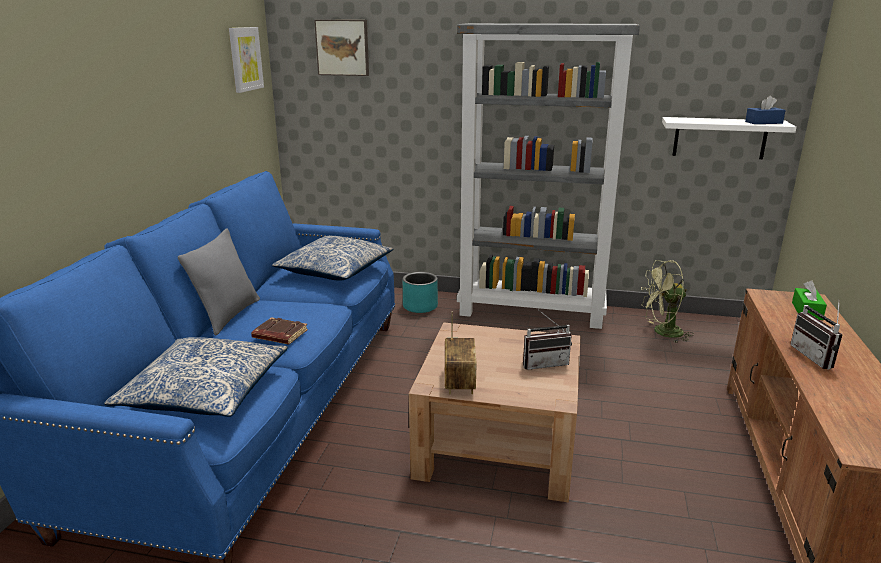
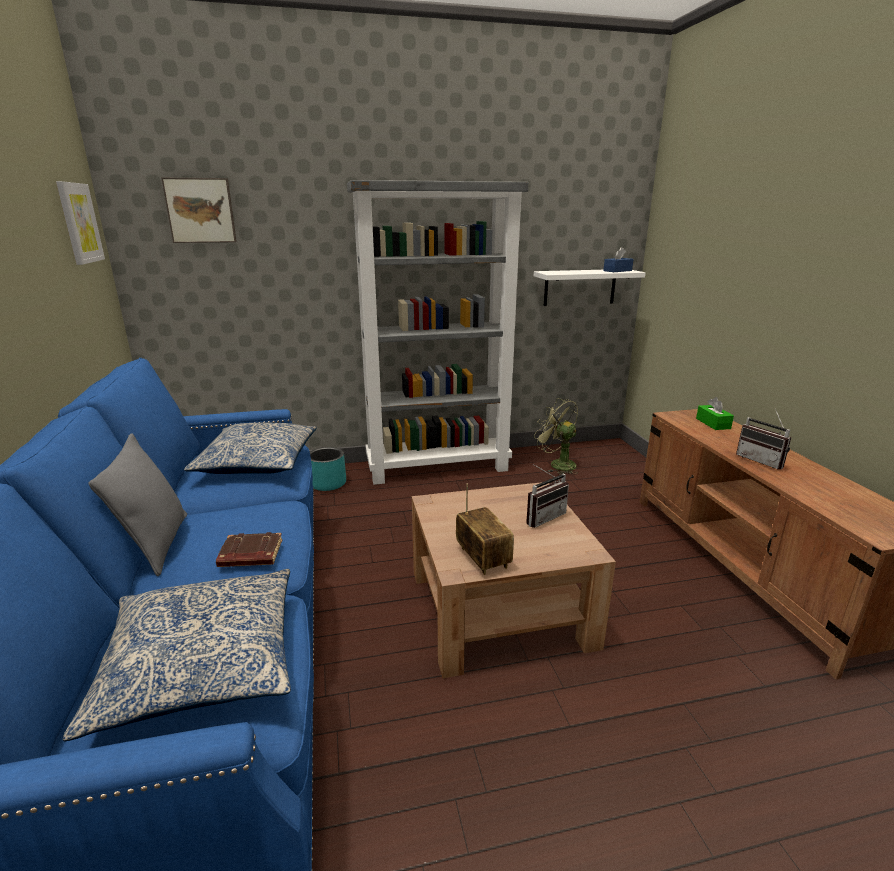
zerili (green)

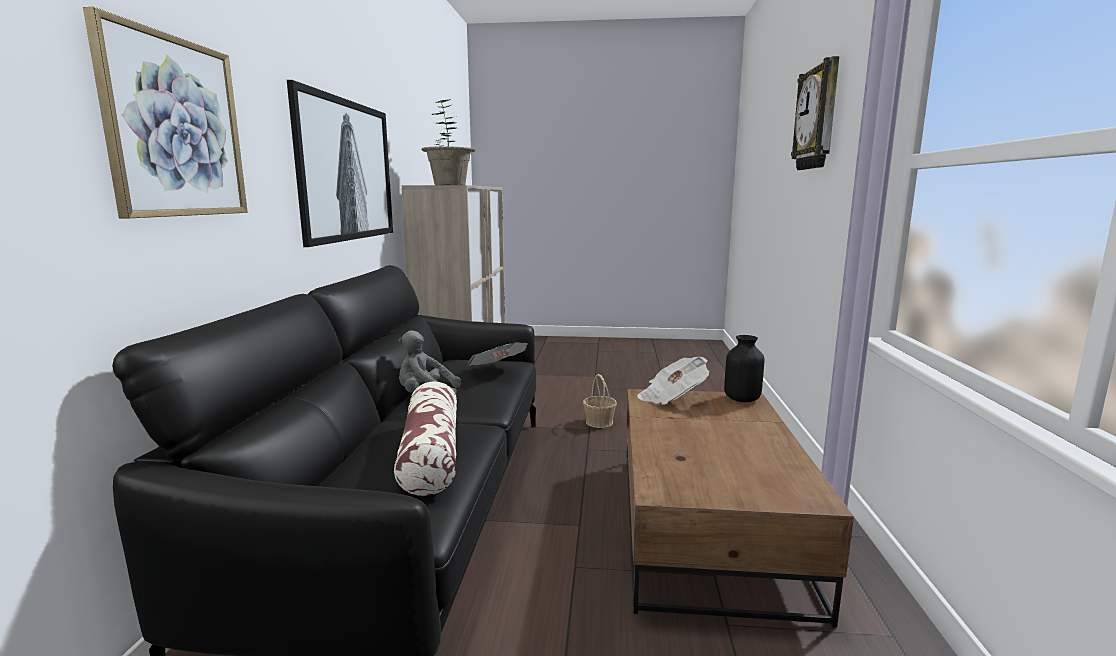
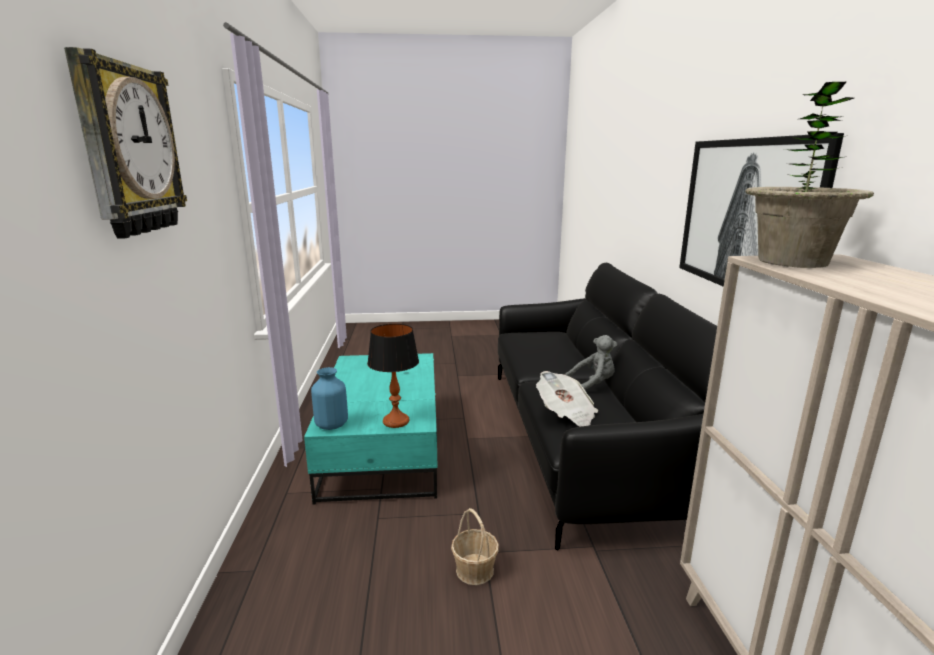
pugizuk (1st from left in the first image); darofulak; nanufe; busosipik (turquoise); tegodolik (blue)

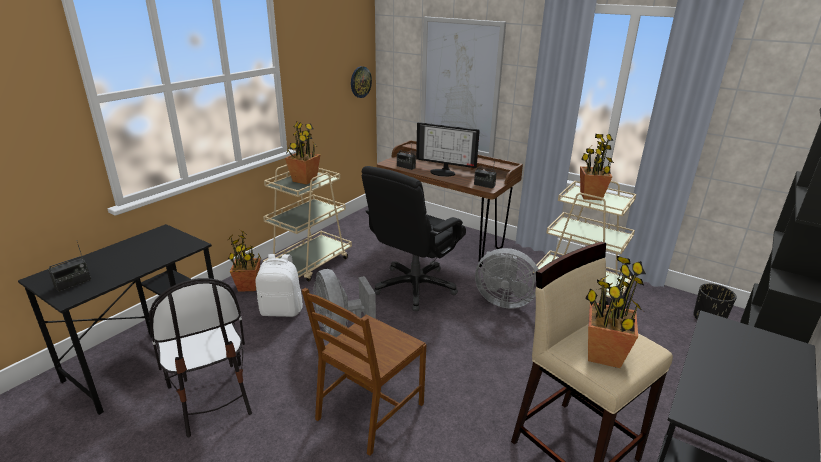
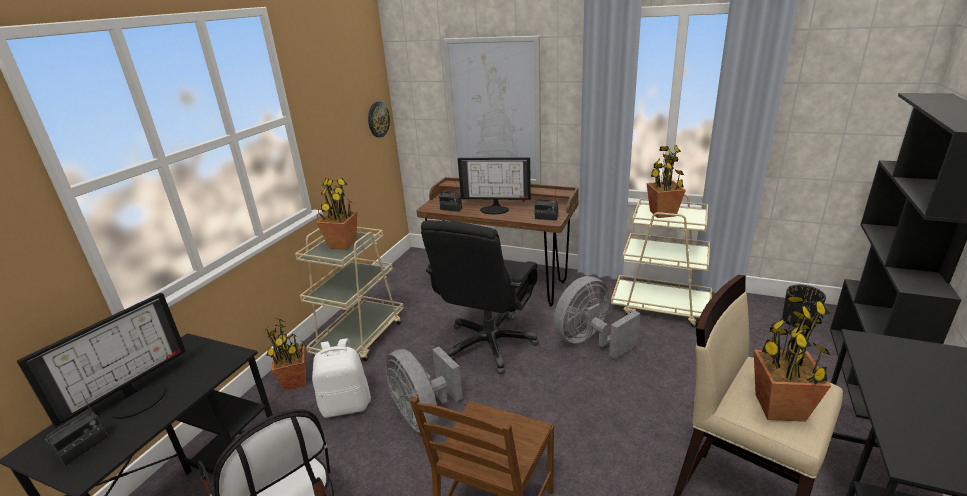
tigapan (1st from left); zerili (grey) (2nd from left)

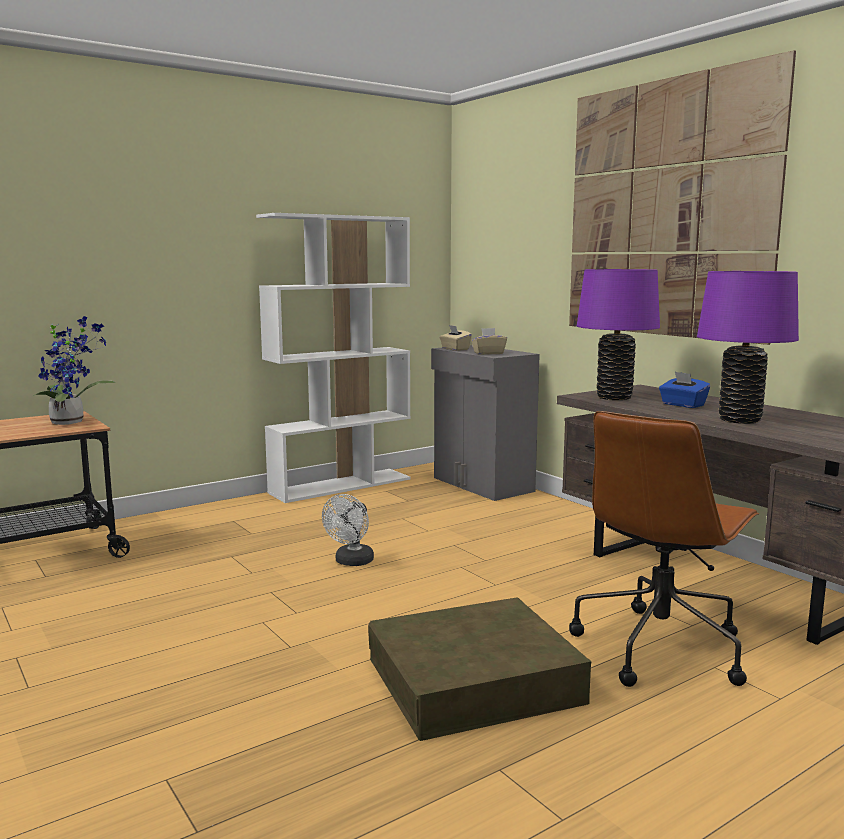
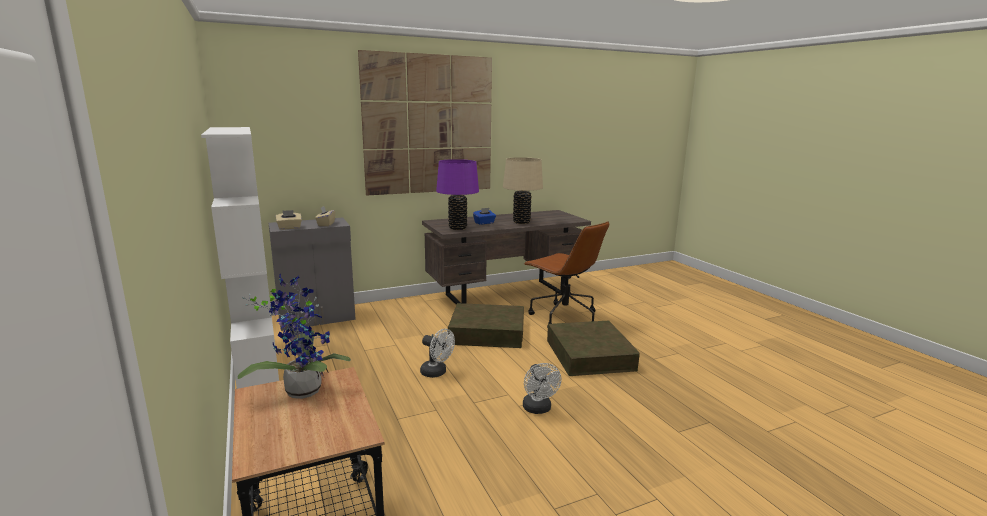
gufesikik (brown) (1st from left); zerili (white) (2nd from left); nanufe (beige)

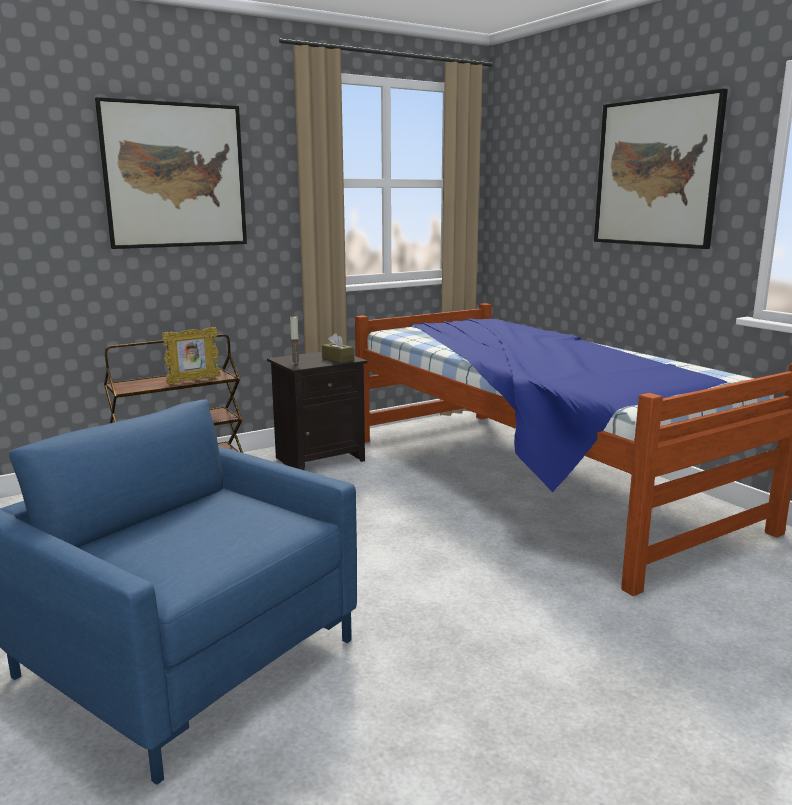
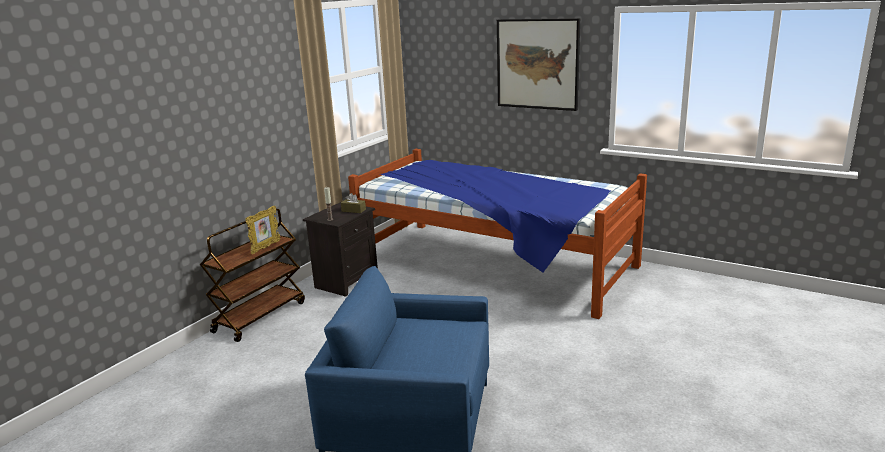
pugizuk (1st from left in the first image)

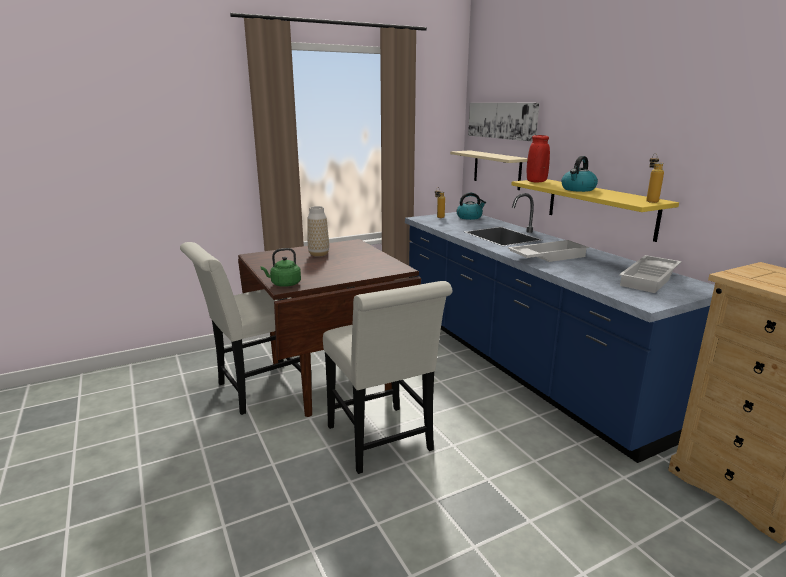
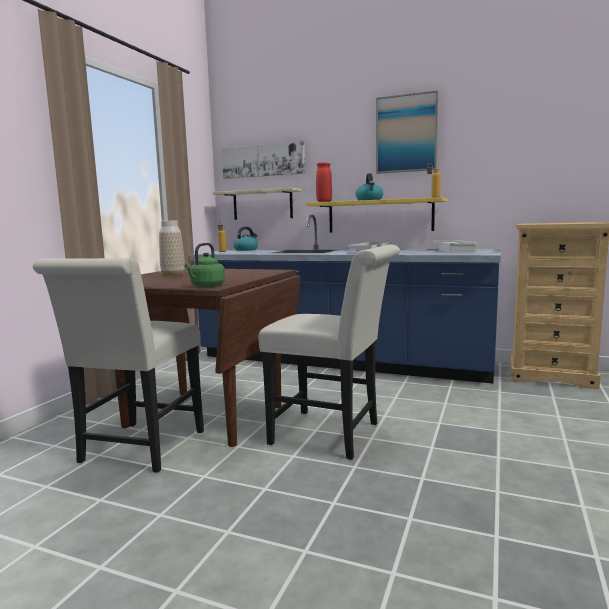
pugizuk (2nd from left)

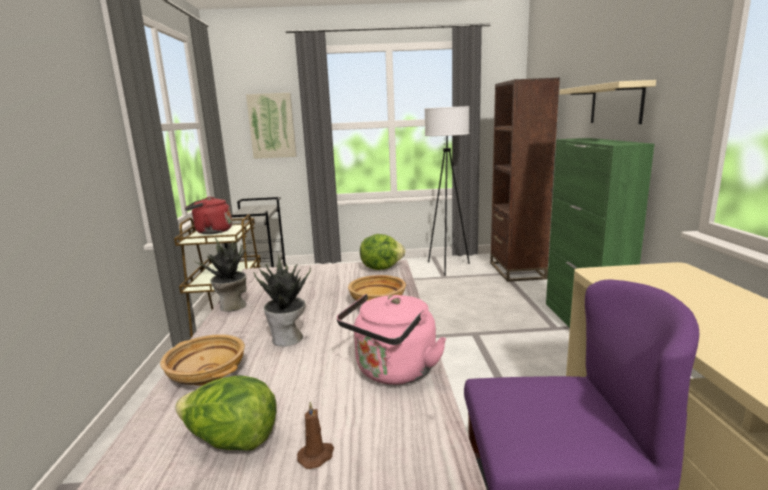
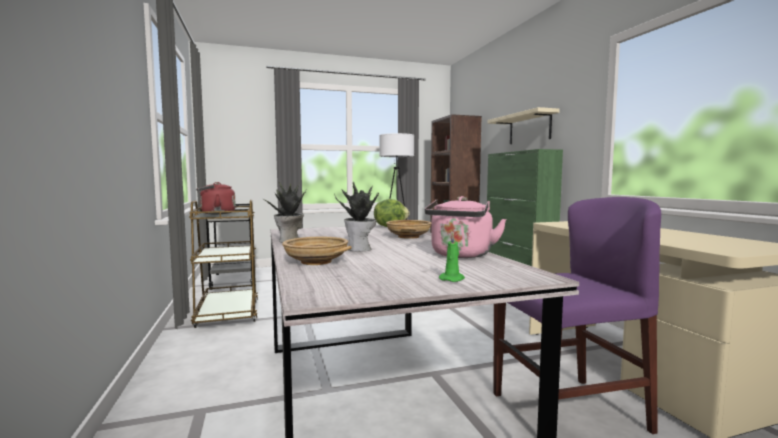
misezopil (1st from left in the first image); pugizuk; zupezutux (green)

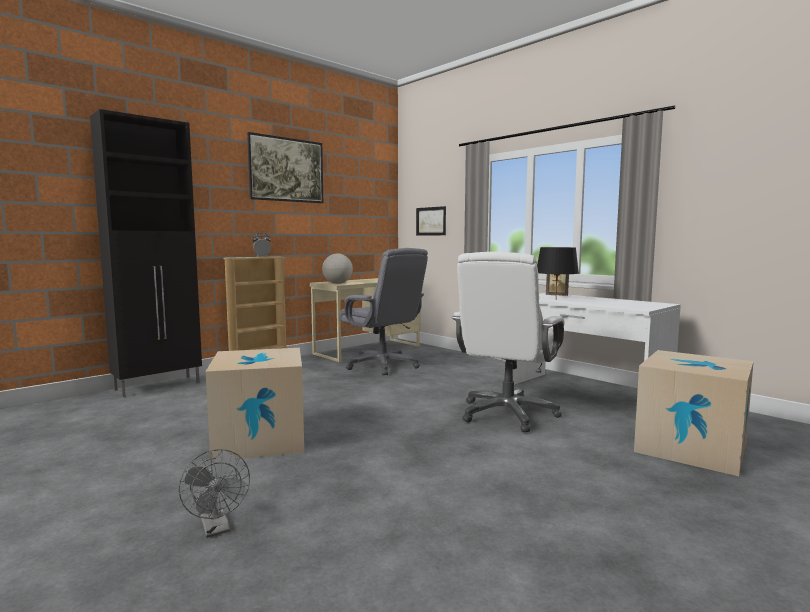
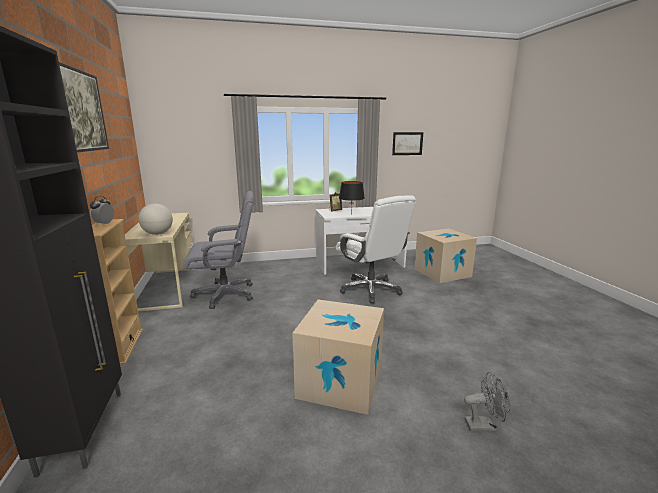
pugizuk (2nd from left)

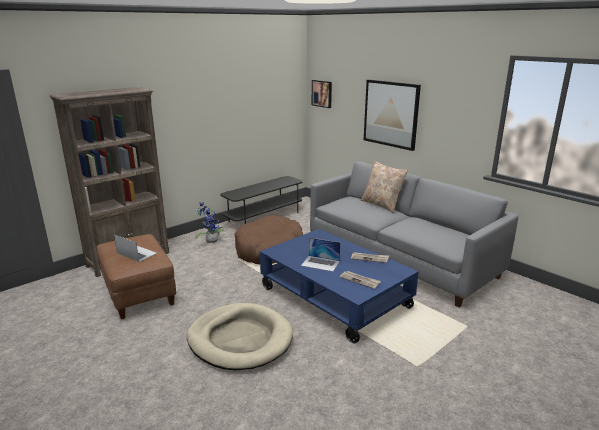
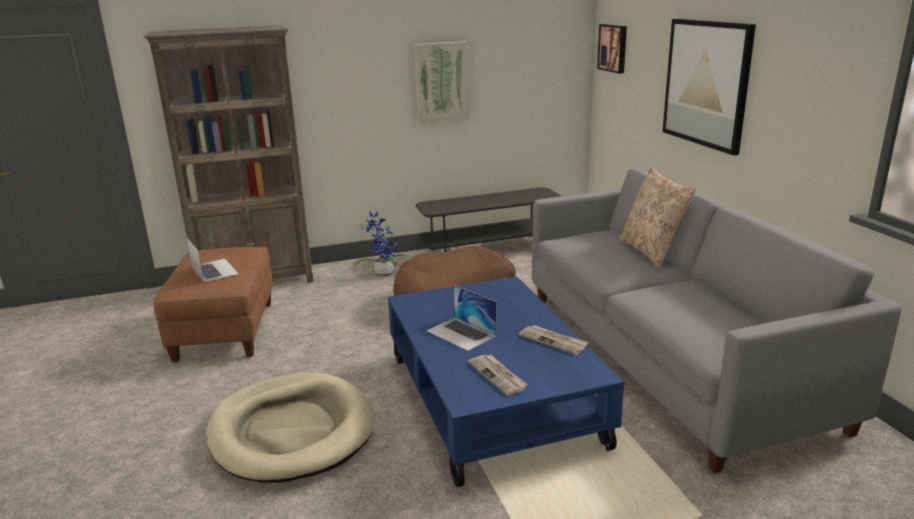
pugizuk (1st from left)

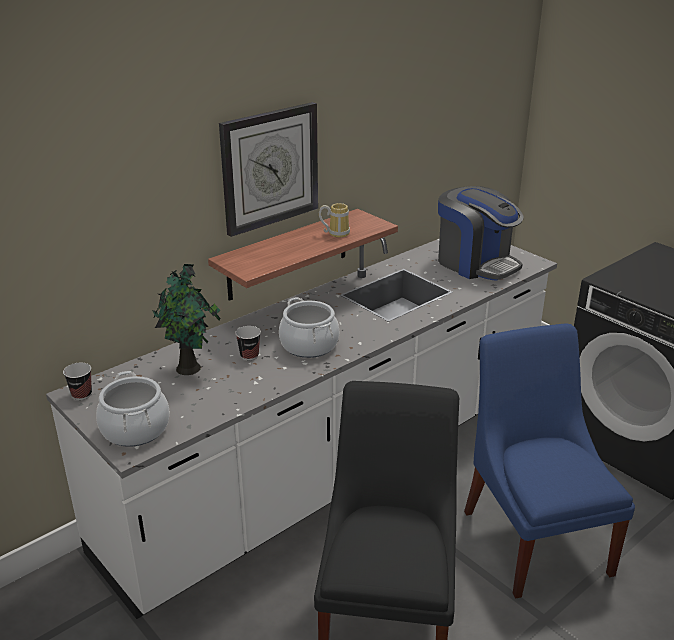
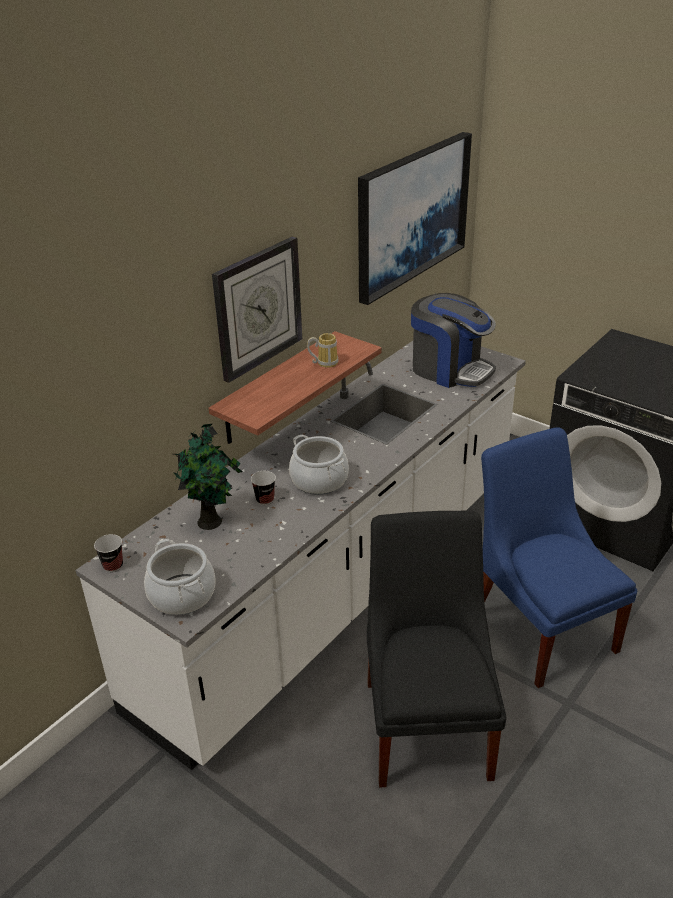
pugizuk

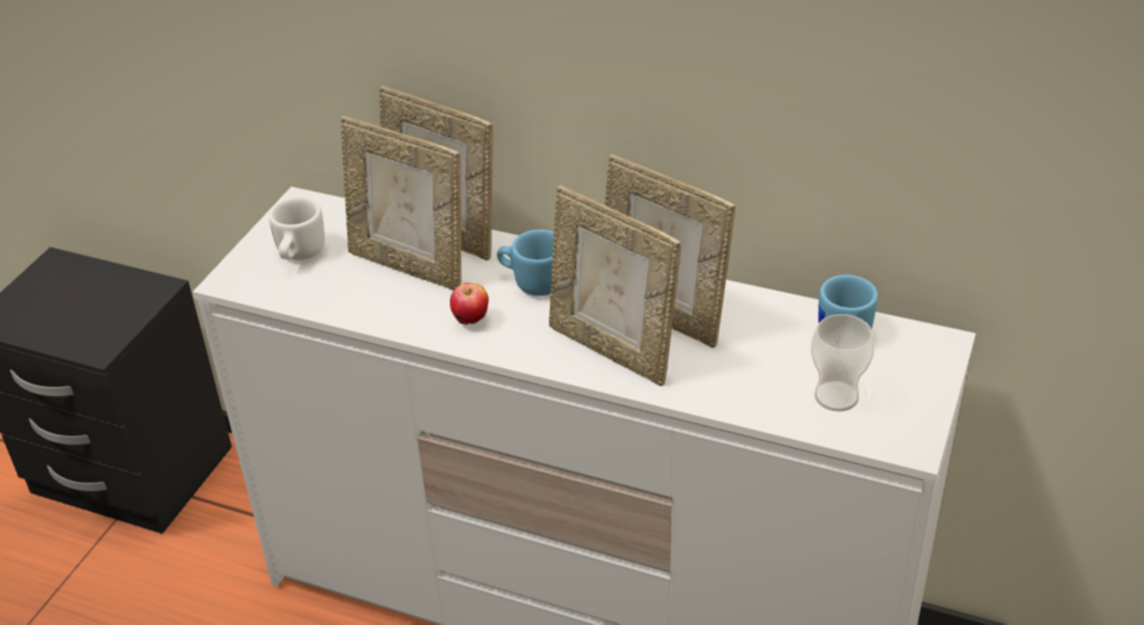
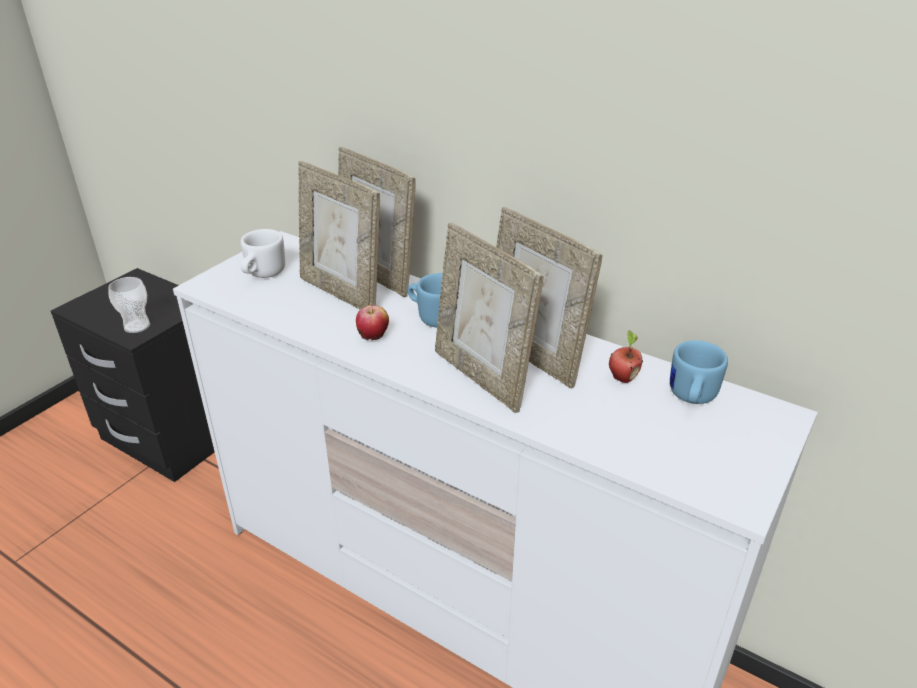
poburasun (2nd from left); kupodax

